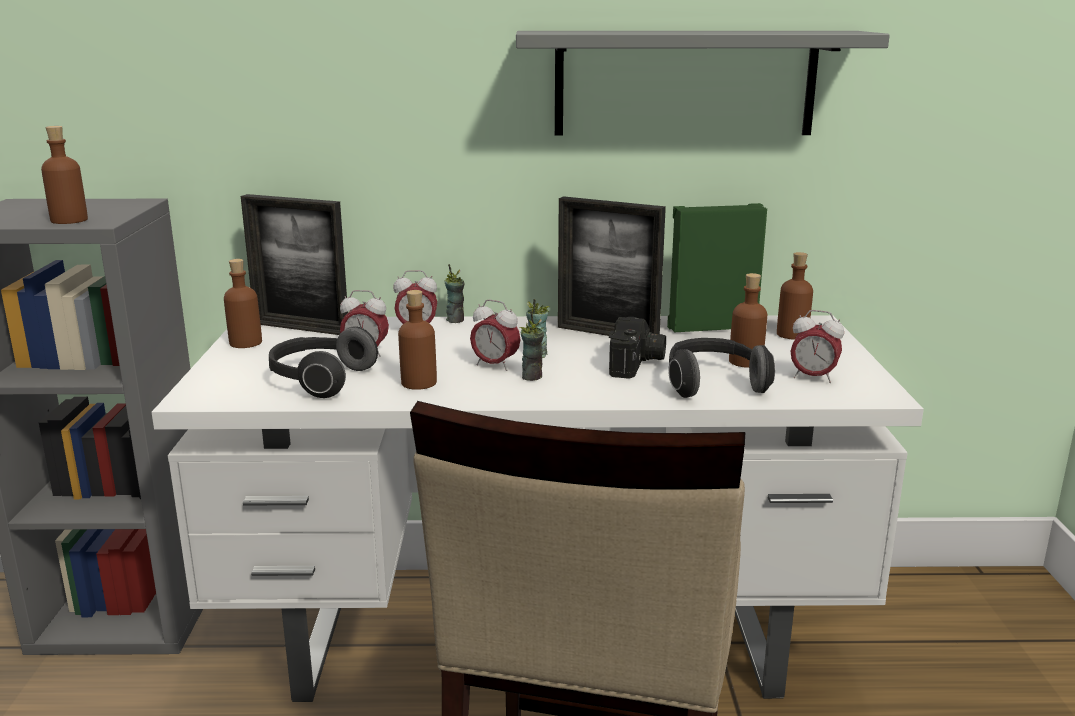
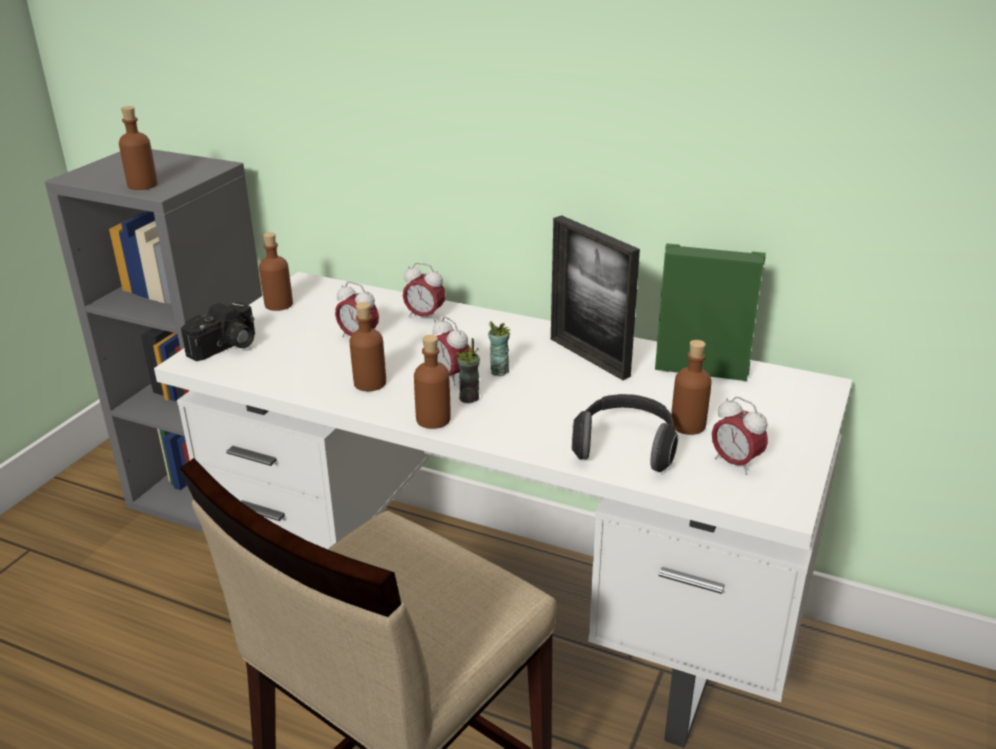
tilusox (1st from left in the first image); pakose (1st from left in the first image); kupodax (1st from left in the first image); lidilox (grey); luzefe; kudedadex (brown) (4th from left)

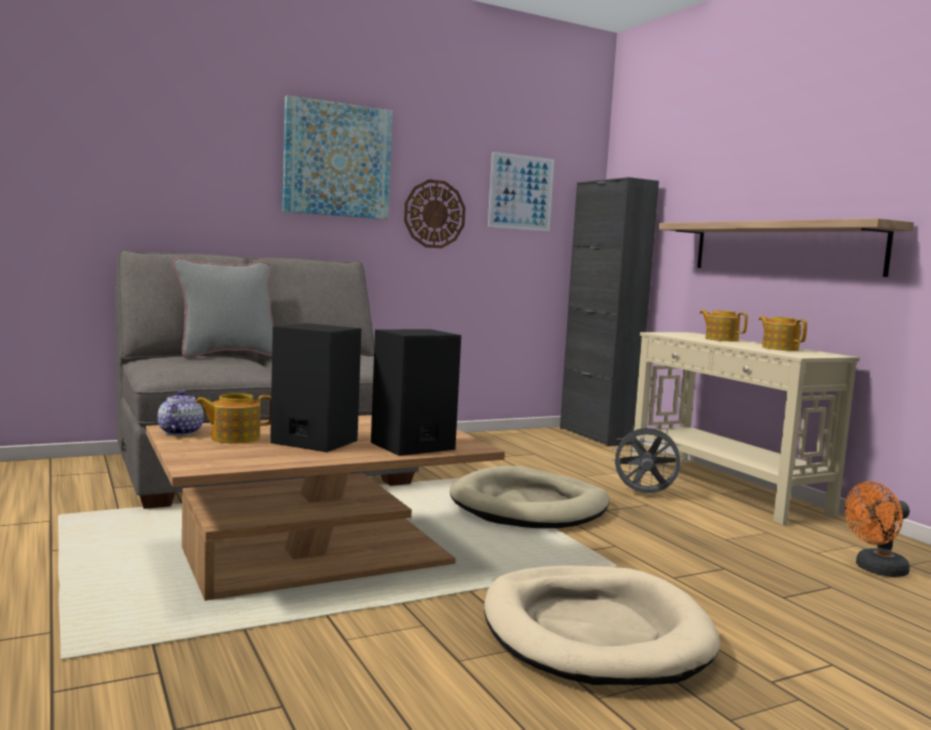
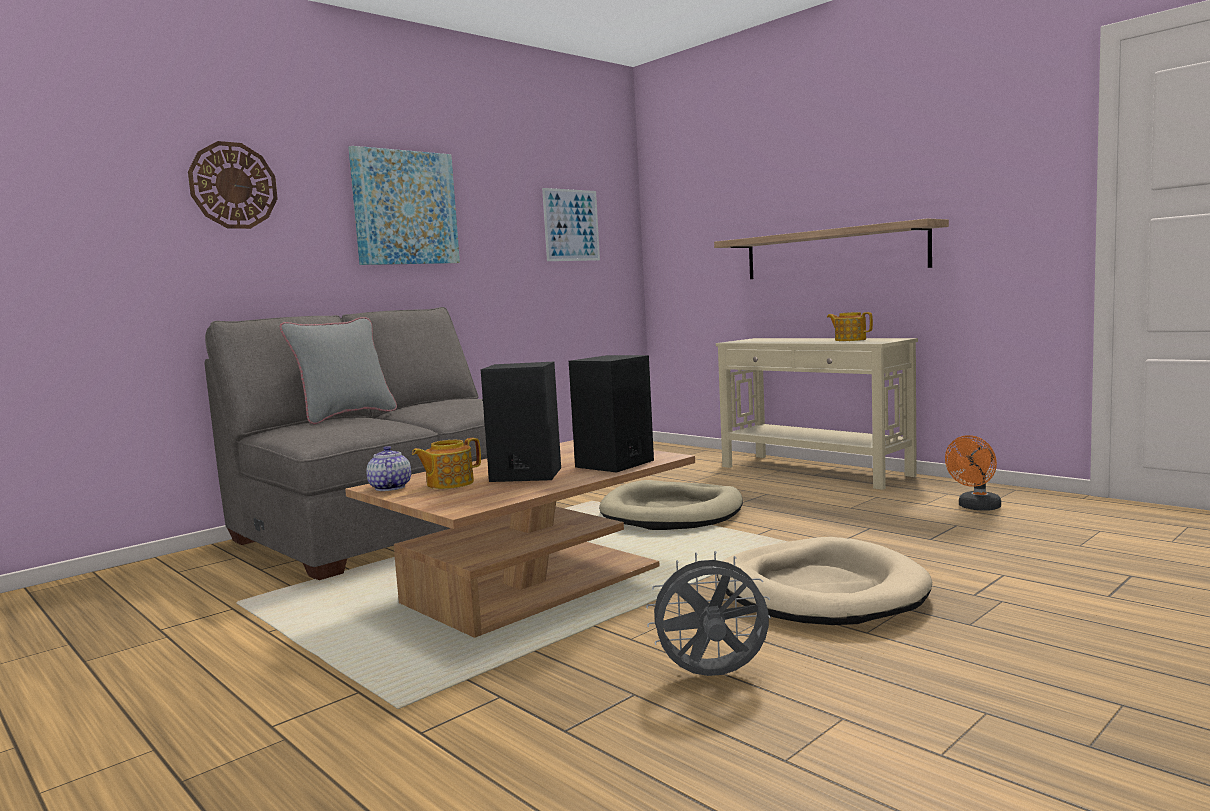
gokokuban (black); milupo (3rd from left in the first image); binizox; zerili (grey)

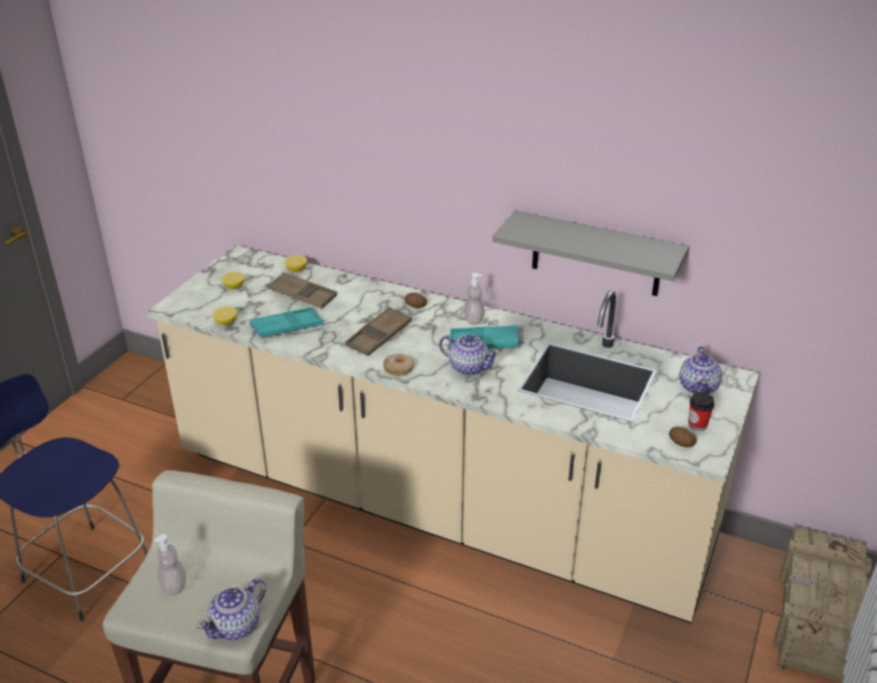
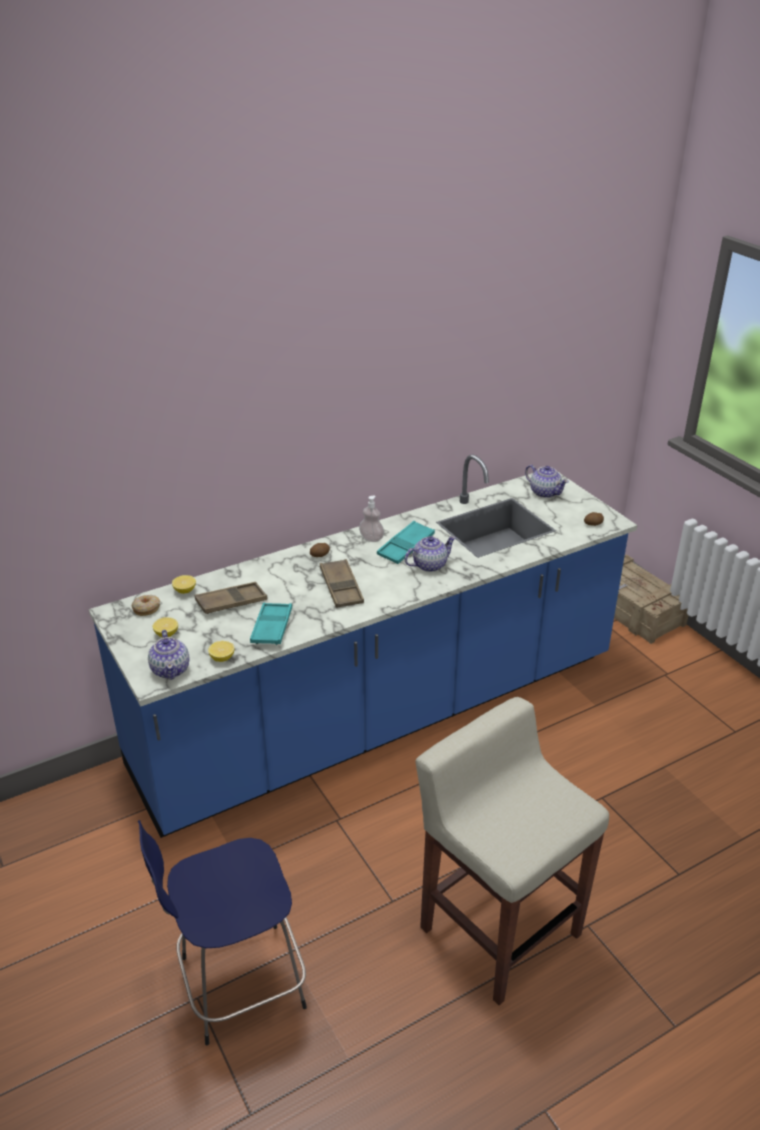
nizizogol (1st from left in the first image); lidilox (grey); kupodax; milupo (1st from left); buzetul; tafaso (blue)

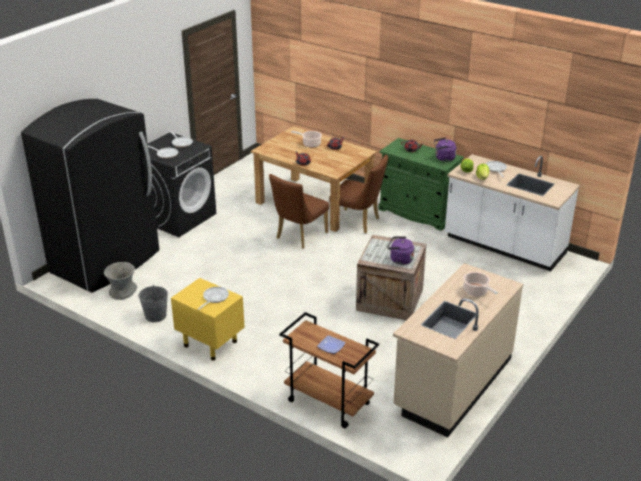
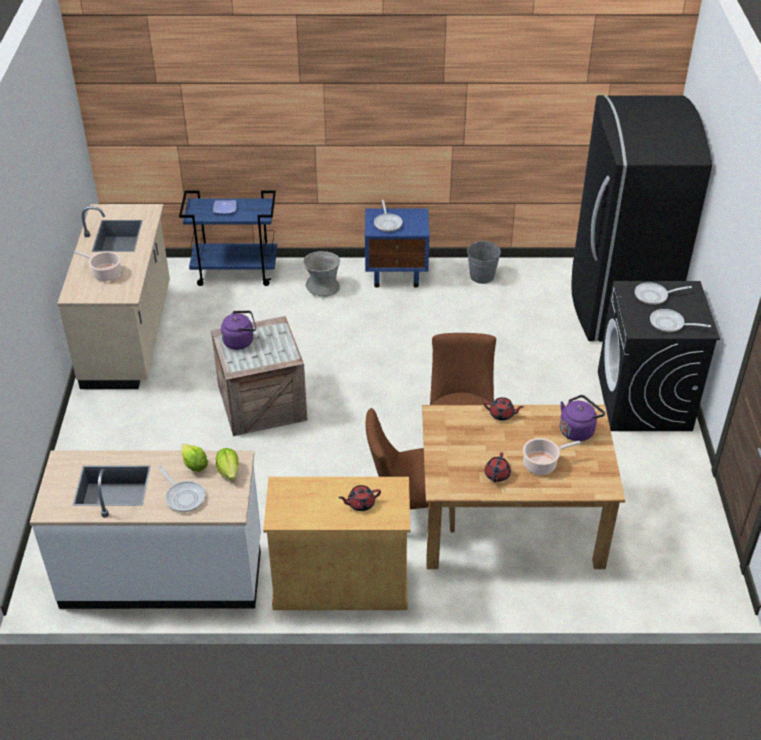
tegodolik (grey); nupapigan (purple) (2nd from left); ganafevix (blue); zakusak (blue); gokokuban (beige)

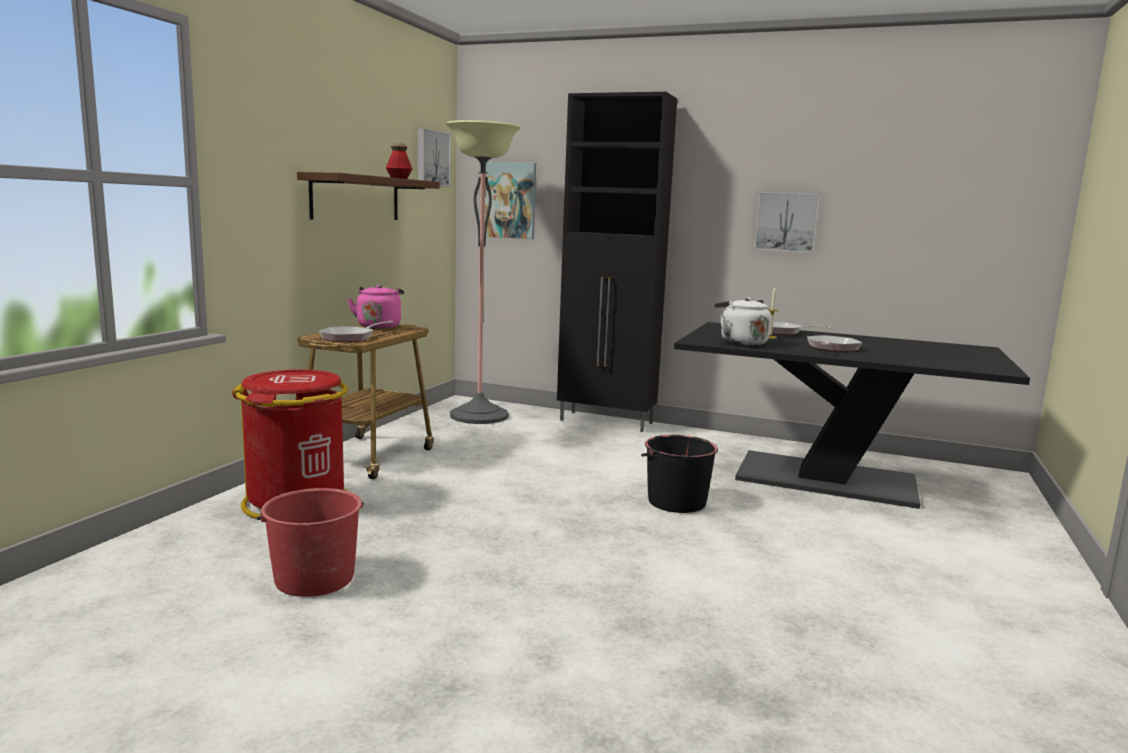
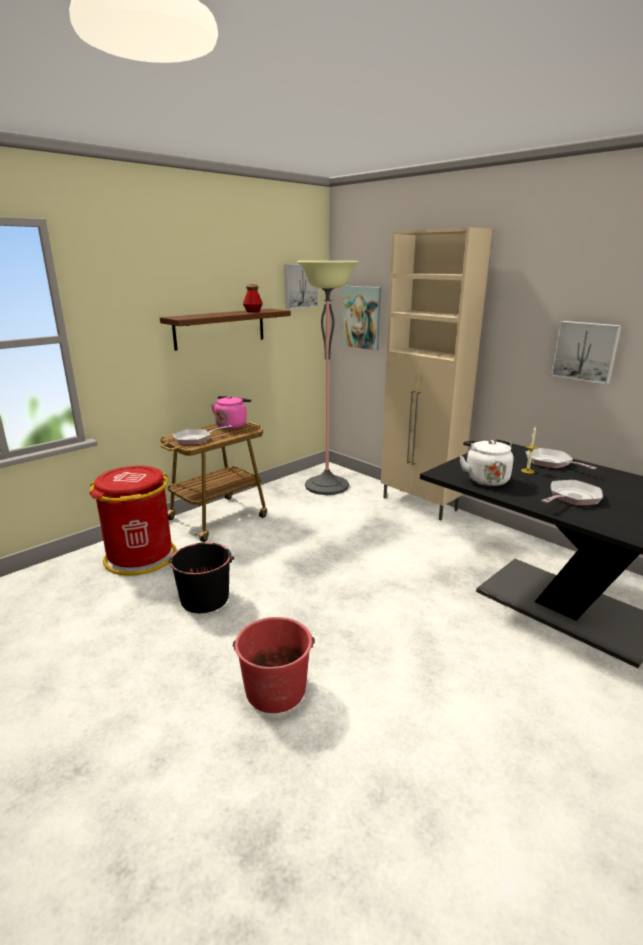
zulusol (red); zulusol (black); gokokuban (beige)

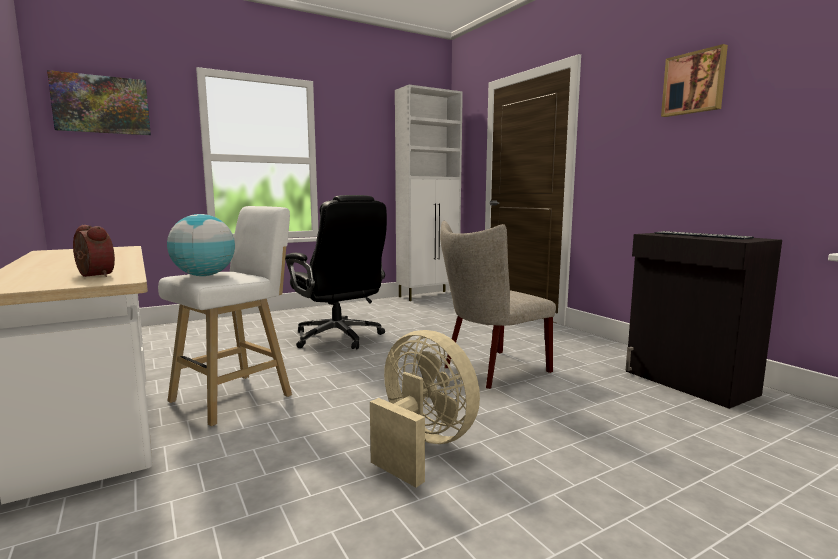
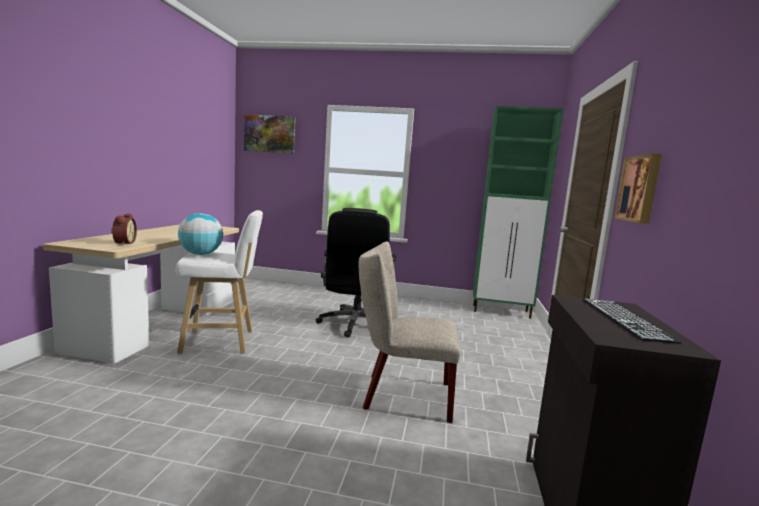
zerili (beige); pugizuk (2nd from left); gokokuban (green)

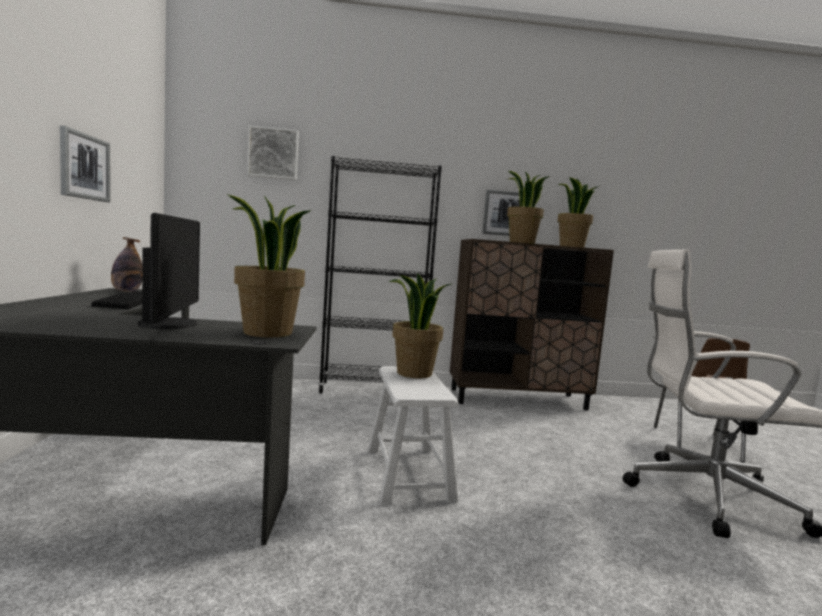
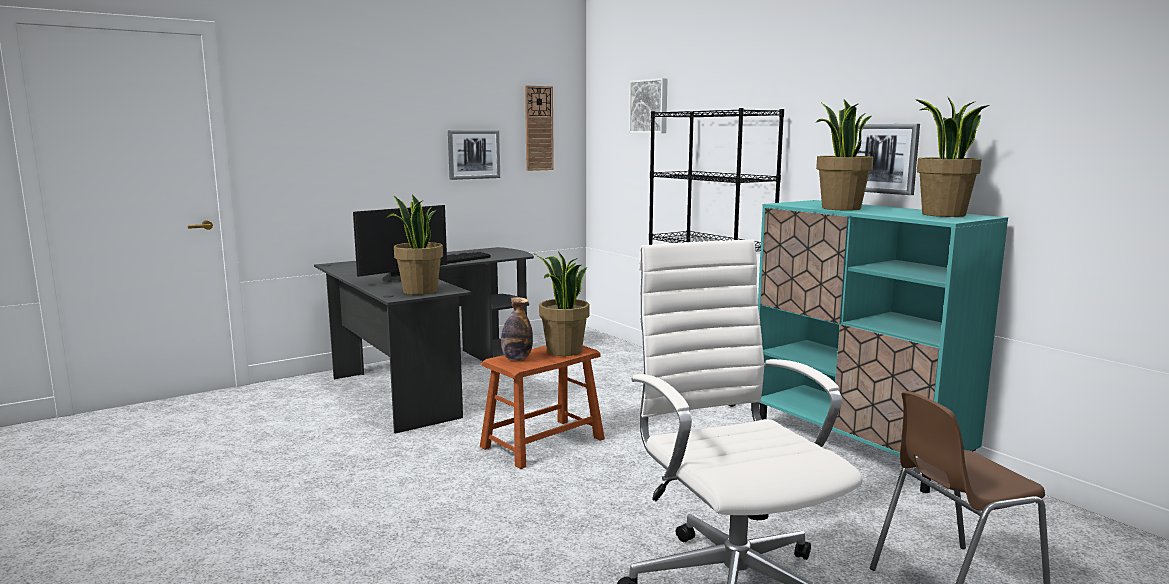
binizox; kudedadex; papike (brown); gokokuban (turquoise)

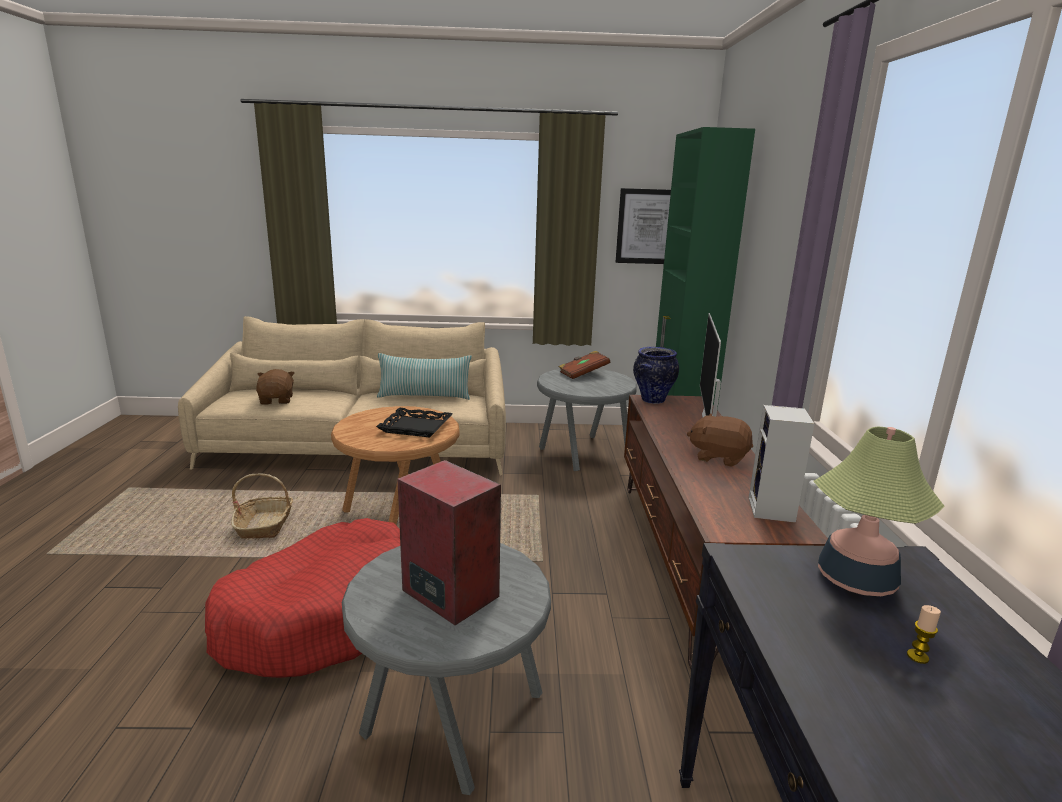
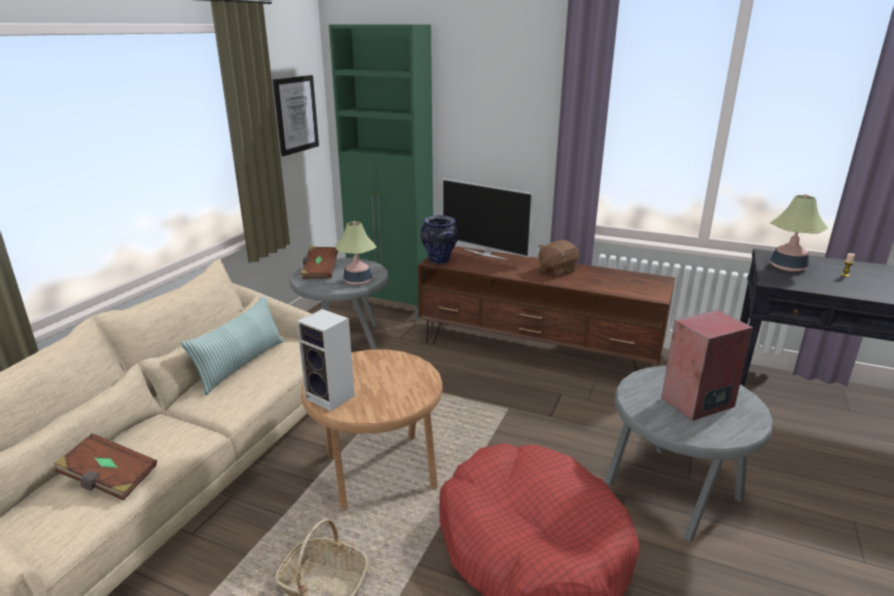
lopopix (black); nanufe (1st from left); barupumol (1st from left); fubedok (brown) (1st from left)

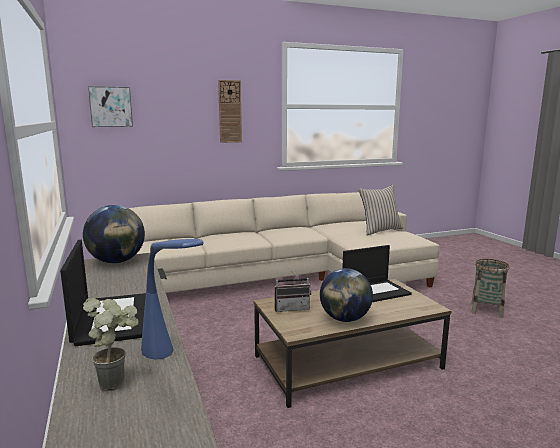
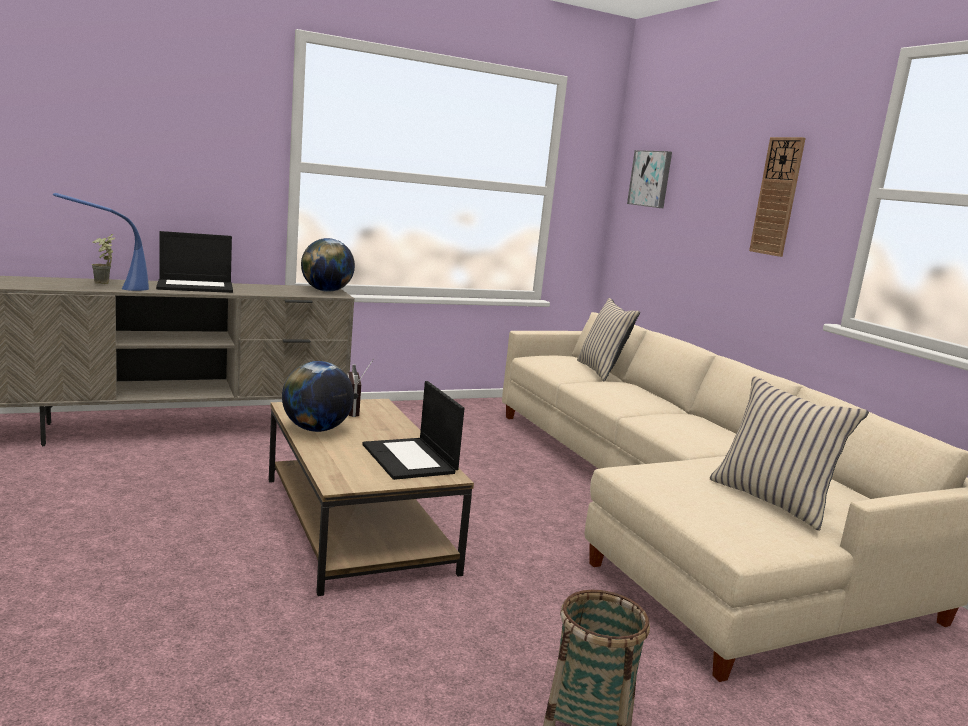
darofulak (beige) (1st from left)

